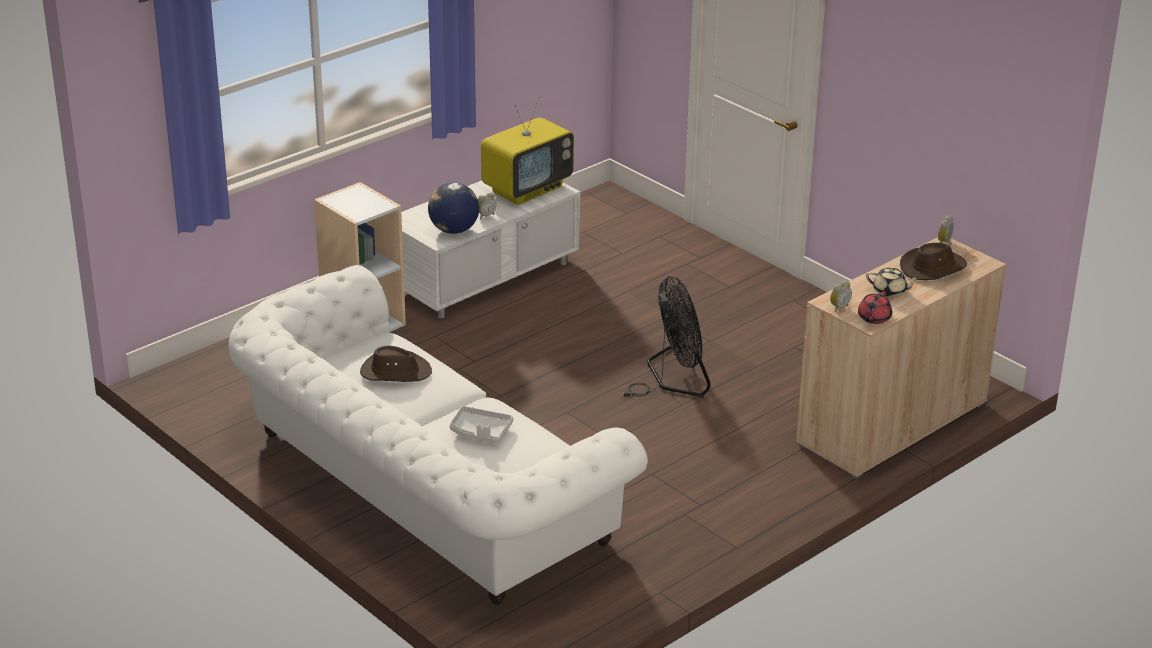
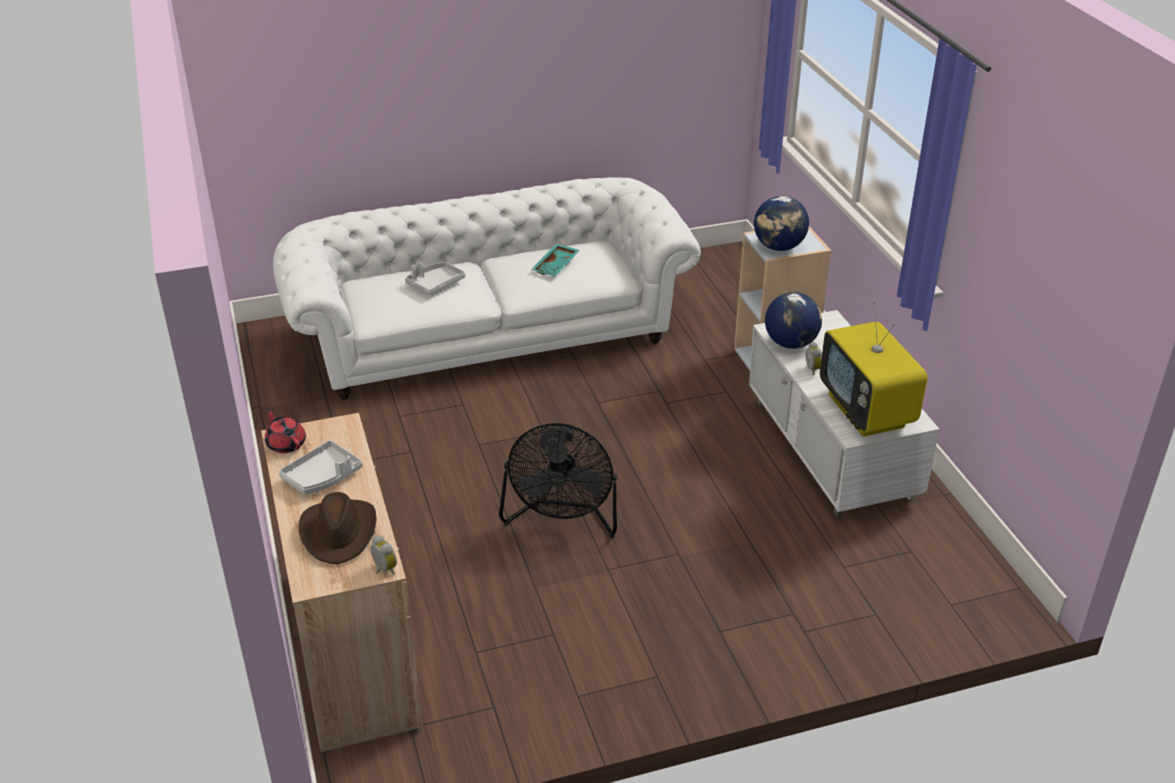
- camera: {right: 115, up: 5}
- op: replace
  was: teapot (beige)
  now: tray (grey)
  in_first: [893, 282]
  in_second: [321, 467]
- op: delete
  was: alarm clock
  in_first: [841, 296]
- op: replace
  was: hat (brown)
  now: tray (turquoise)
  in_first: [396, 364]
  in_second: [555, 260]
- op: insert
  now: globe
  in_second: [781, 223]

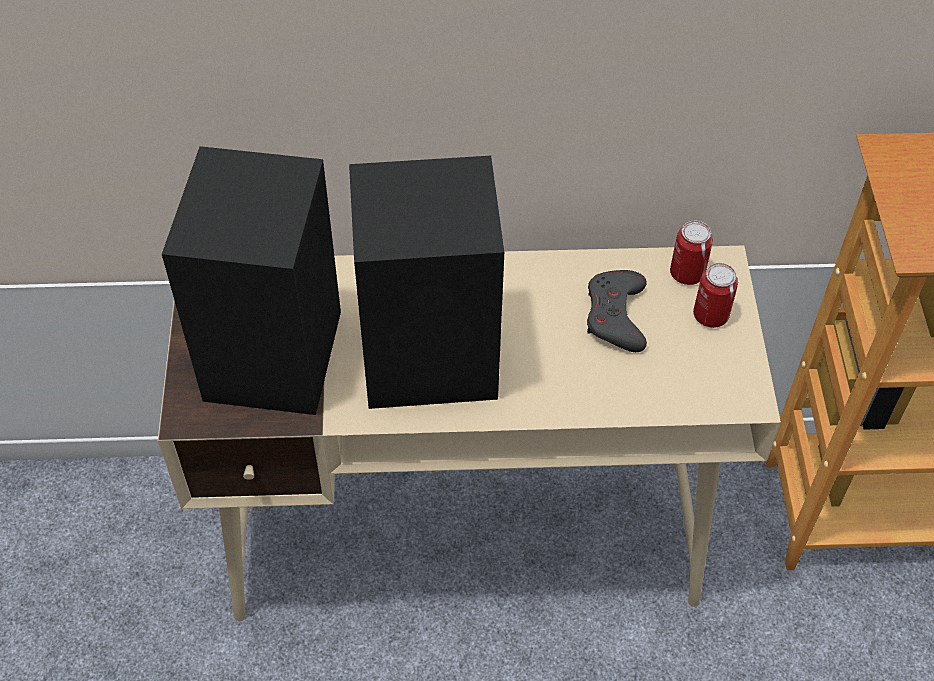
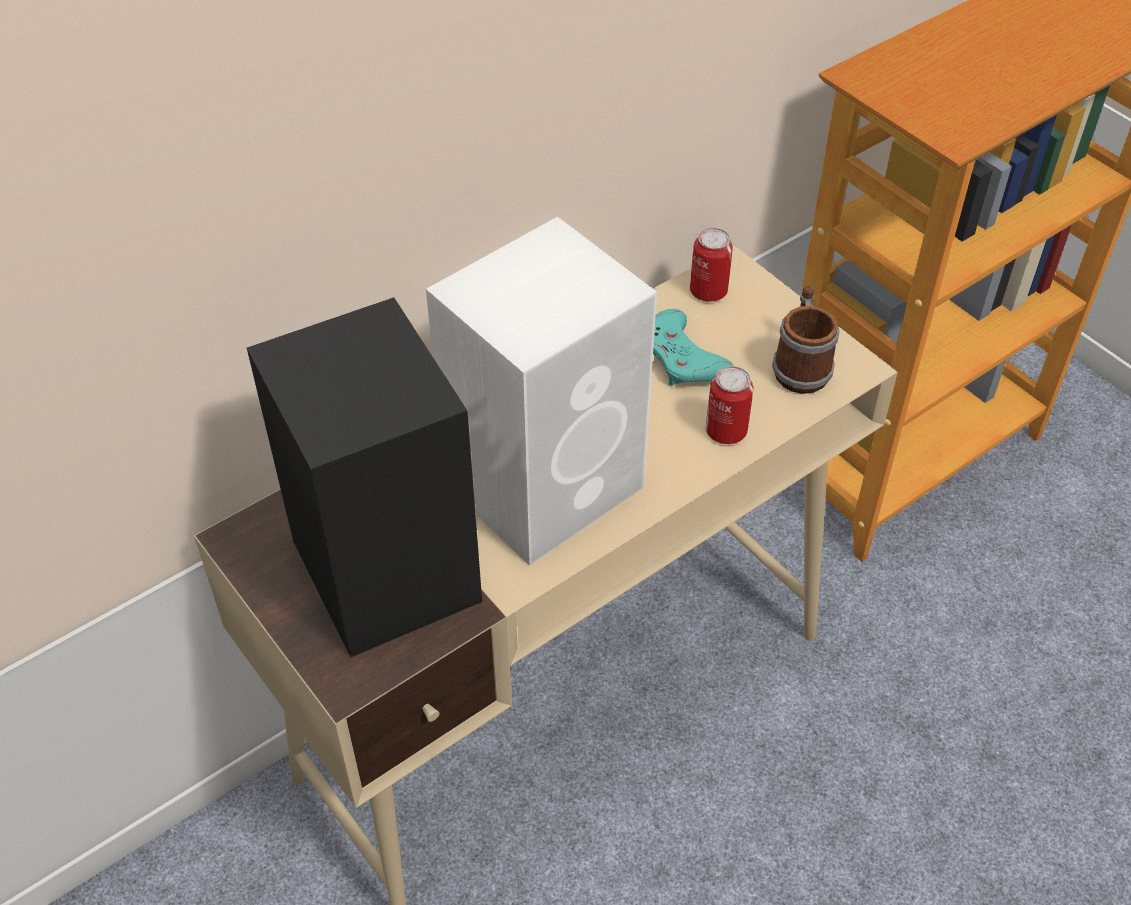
- camera: {right: -35, up: -5}
- op: recolor
  was: speaker (black)
  now: speaker (white)
  in_first: [426, 282]
  in_second: [541, 391]
- op: move
  was: can
  in_first: [715, 295]
  in_second: [729, 405]
- op: recolor
  was: game controller (grey)
  now: game controller (turquoise)
  in_first: [617, 311]
  in_second: [693, 347]
- op: insert
  now: mug
  in_second: [805, 340]

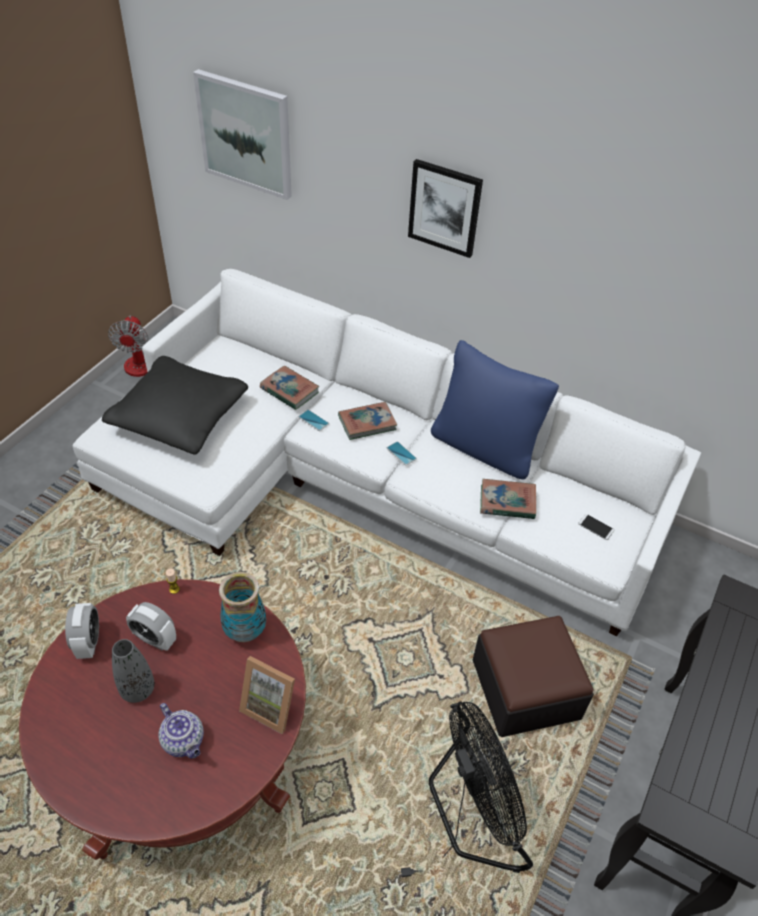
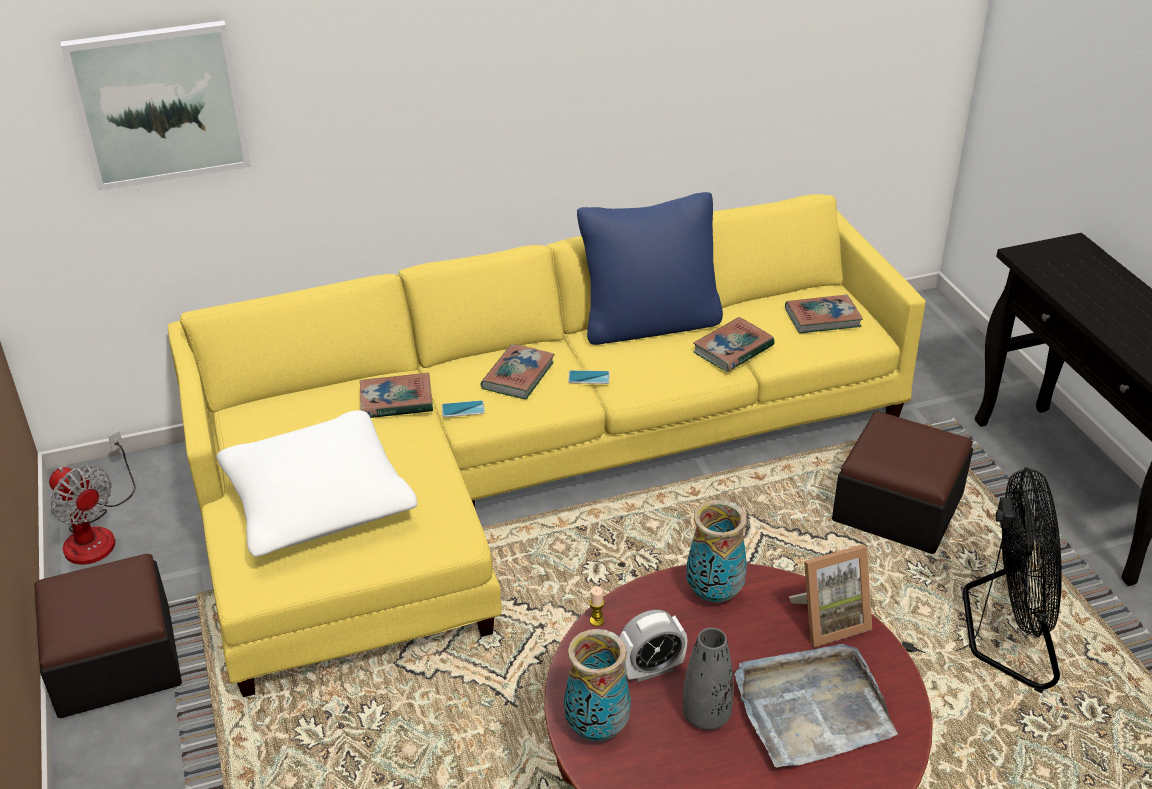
- camera: {right: -45, up: -10}
- op: delete
  was: picture
  in_first: [445, 208]
- op: recolor
  was: sofa (white)
  now: sofa (yellow)
  in_first: [386, 452]
  in_second: [547, 445]
- op: recolor
  was: pillow (black)
  now: pillow (white)
  in_first: [175, 405]
  in_second: [316, 483]
- op: replace
  was: phone
  now: book
  in_first: [596, 527]
  in_second: [824, 314]
- op: replace
  was: alarm clock
  now: vase
  in_first: [82, 631]
  in_second: [597, 685]
- op: rotate
  was: fan (black)
  in_first: [465, 789]
  in_second: [982, 580]
  clockwise: 75
- op: replace
  was: teapot
  now: tray (grey)
  in_first: [181, 731]
  in_second: [816, 705]
- op: insert
  now: ottoman
  in_second: [108, 636]

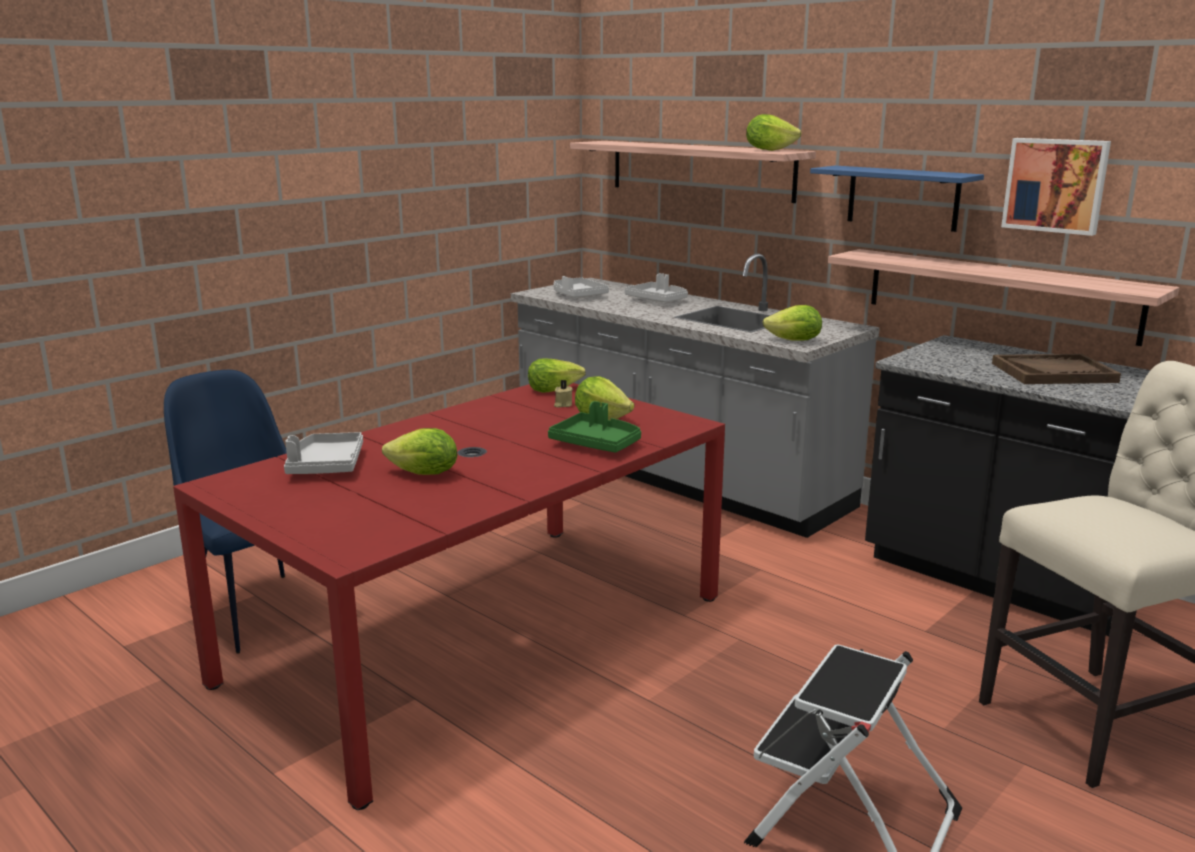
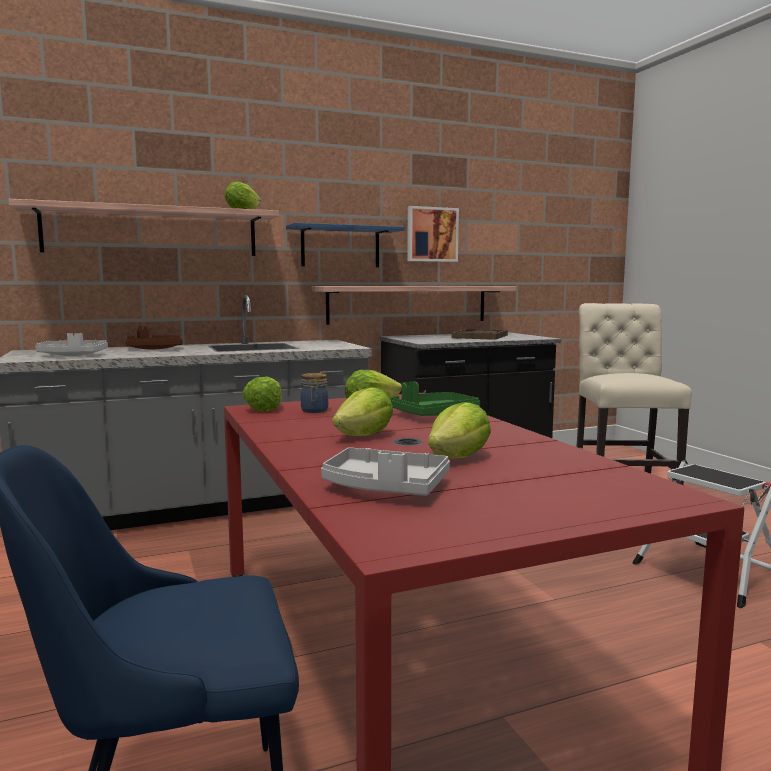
- camera: {right: -65, up: -10}
- op: recolor
  was: tray (grey)
  now: tray (brown)
  in_first: [656, 287]
  in_second: [153, 337]
- op: move
  was: lettuce
  in_first: [792, 323]
  in_second: [362, 411]
- op: replace
  was: candle (beige)
  now: jar
  in_first: [563, 394]
  in_second: [314, 393]

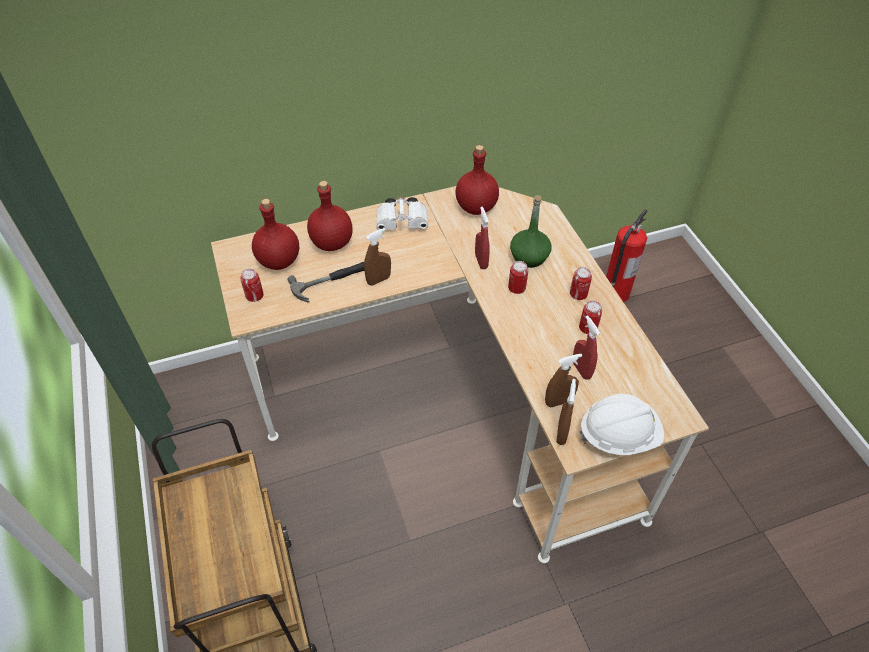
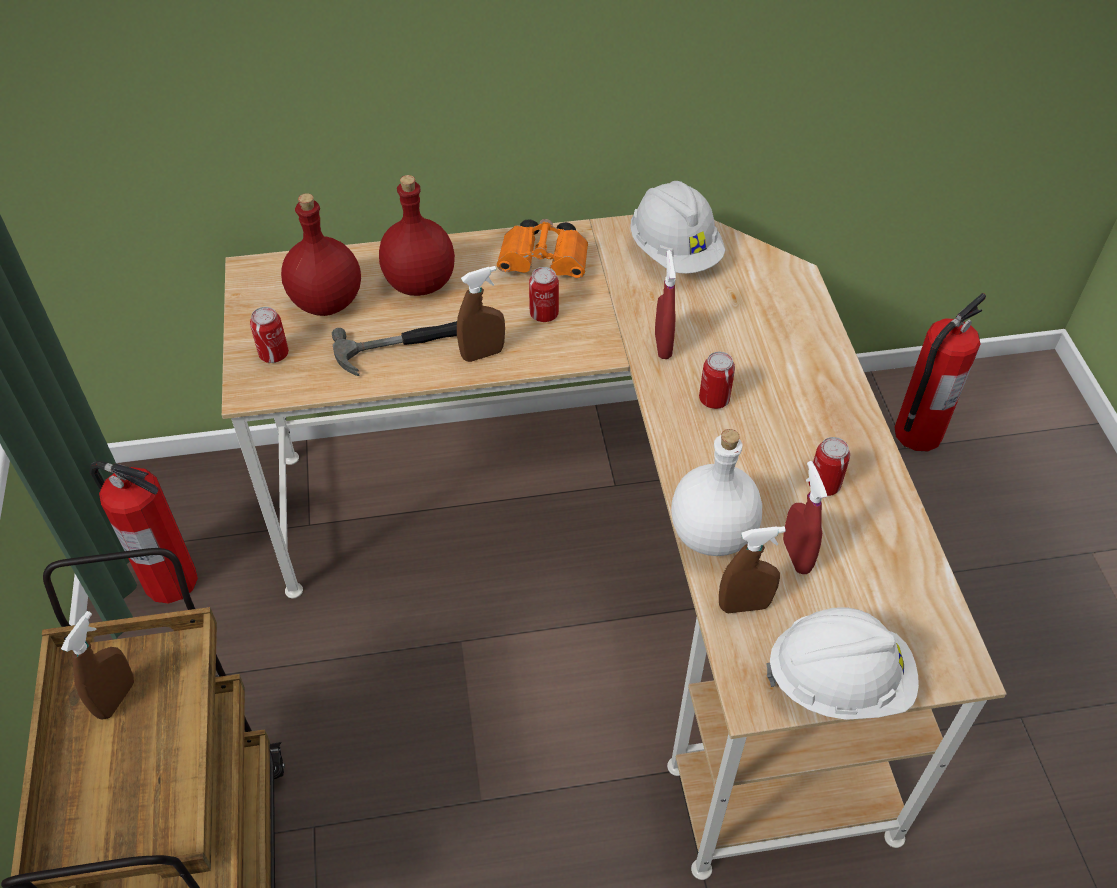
- camera: {right: 10, up: 0}
- op: replace
  was: bottle (red)
  now: hard hat (white)
  in_first: [477, 180]
  in_second: [677, 227]
- op: delete
  was: bottle (green)
  in_first: [531, 231]
- op: recolor
  was: binoculars (white)
  now: binoculars (orange)
  in_first: [402, 213]
  in_second: [542, 248]
- op: move
  was: can
  in_first: [581, 283]
  in_second: [544, 294]
- op: move
  was: spray bottle (brown)
  in_first: [566, 412]
  in_second: [97, 665]
- op: insert
  now: bottle (white)
  in_second: [716, 492]
- op: insert
  now: fire extinguisher
  in_second: [143, 532]

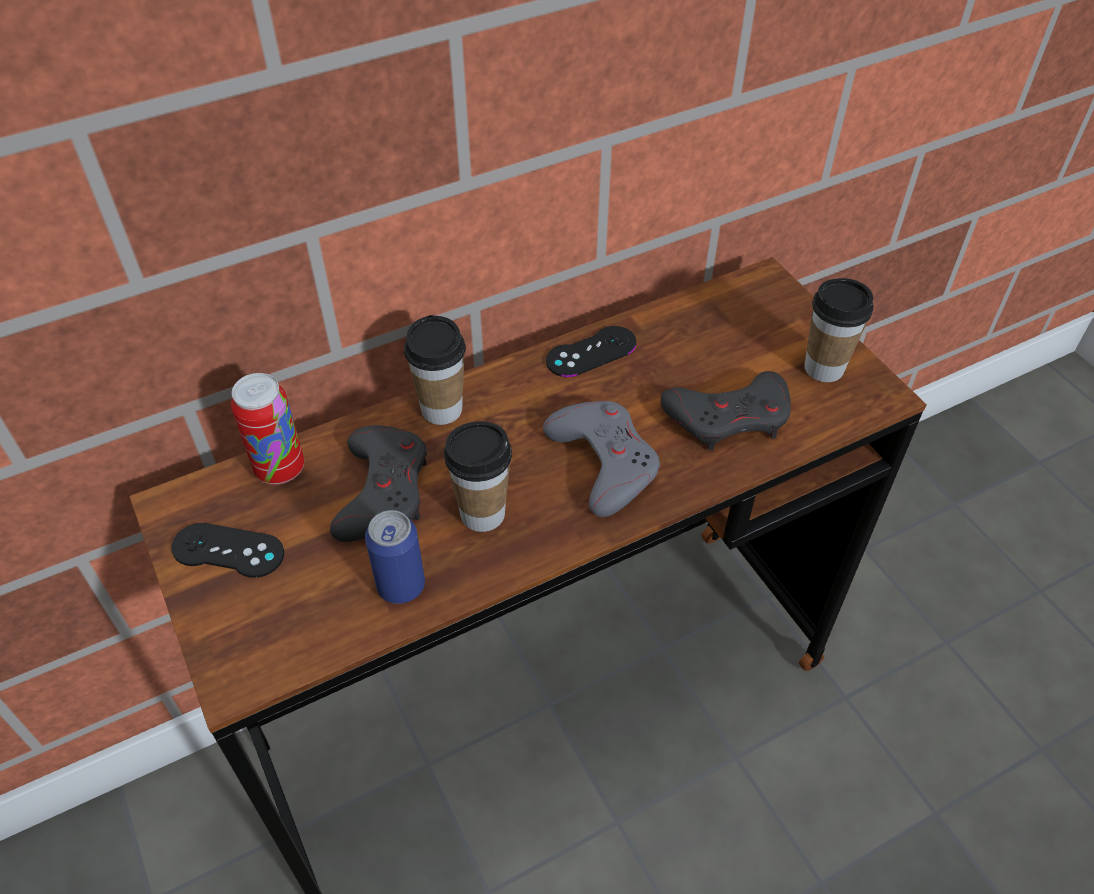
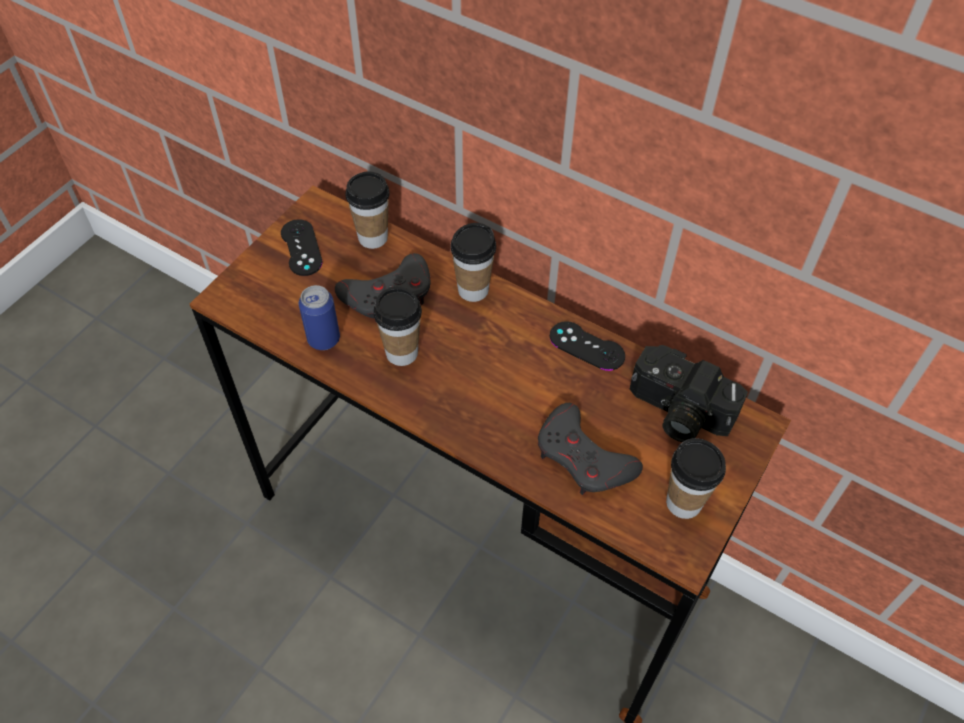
- camera: {right: 60, up: 5}
- op: replace
  was: can
  now: cup
  in_first: [267, 429]
  in_second: [368, 210]
- op: delete
  was: game controller (grey)
  in_first: [601, 459]
- op: insert
  now: photo camera
  in_second: [689, 393]

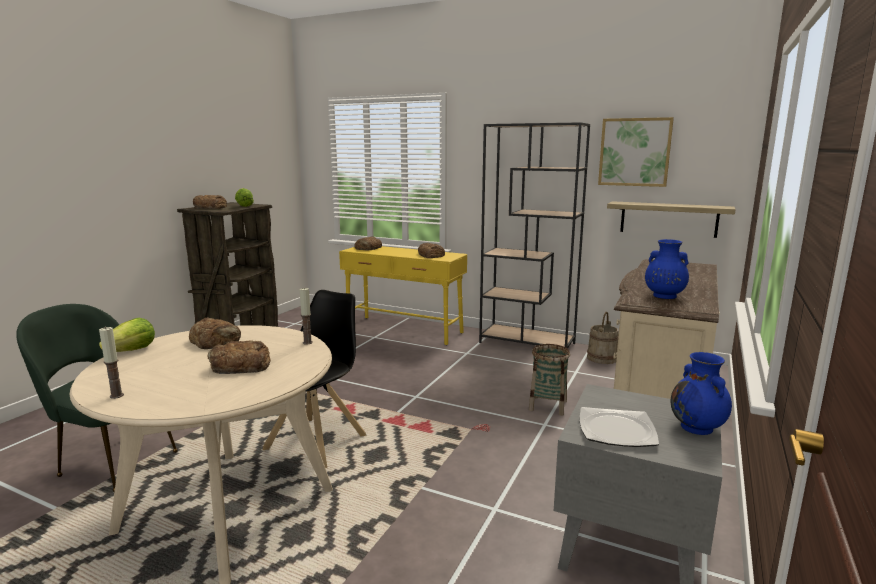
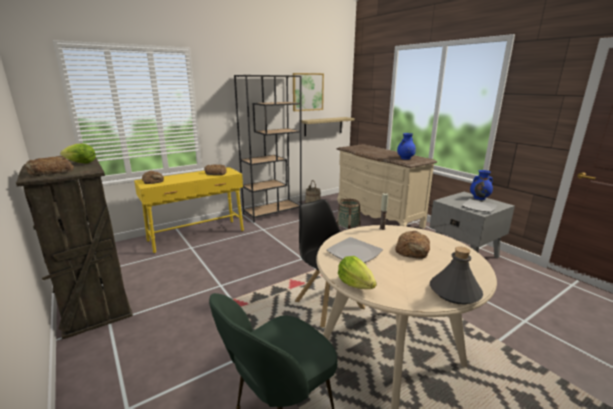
- camera: {right: -60, up: 5}
- op: replace
  was: bread
  now: plate
  in_first: [215, 333]
  in_second: [354, 250]
- op: replace
  was: candle
  now: bottle (grey)
  in_first: [111, 363]
  in_second: [456, 275]

